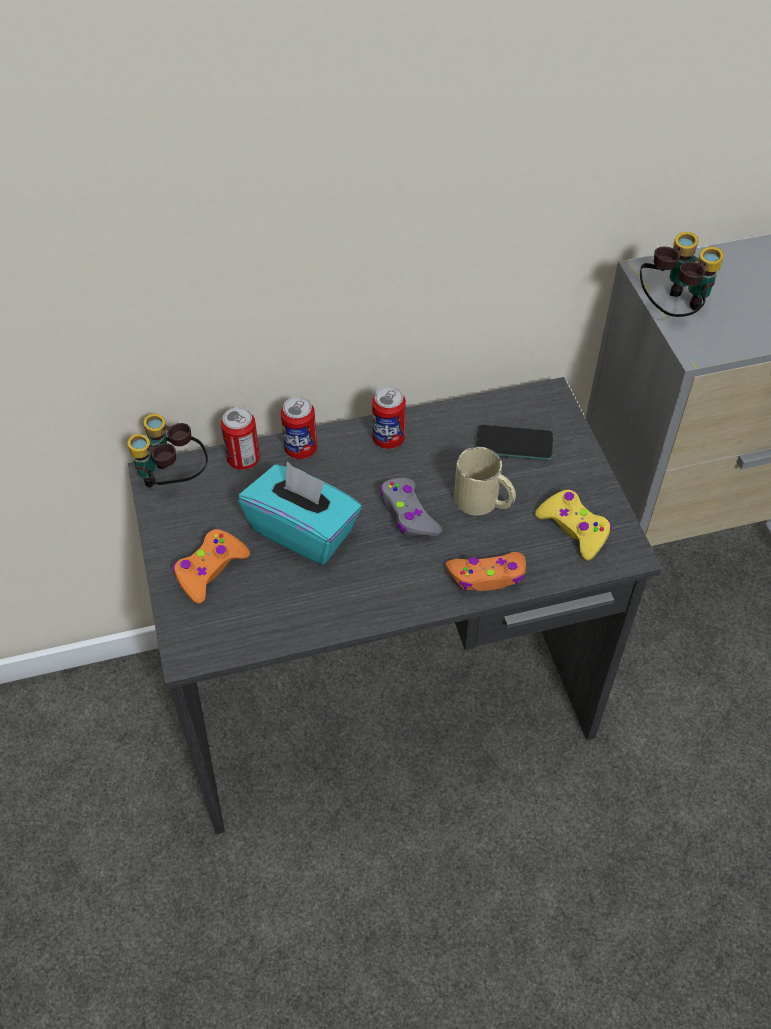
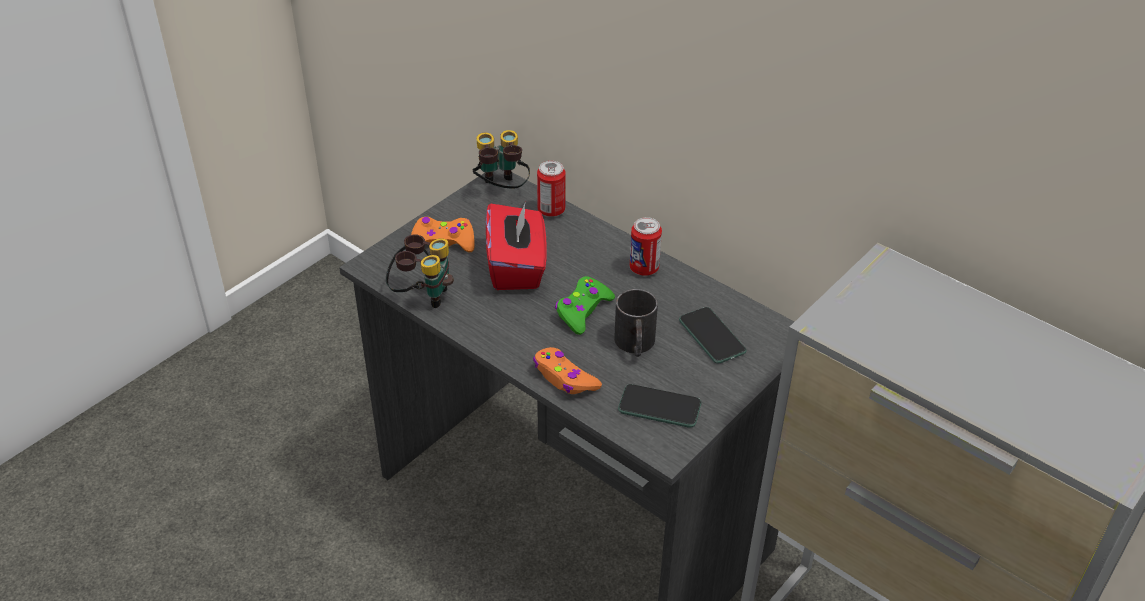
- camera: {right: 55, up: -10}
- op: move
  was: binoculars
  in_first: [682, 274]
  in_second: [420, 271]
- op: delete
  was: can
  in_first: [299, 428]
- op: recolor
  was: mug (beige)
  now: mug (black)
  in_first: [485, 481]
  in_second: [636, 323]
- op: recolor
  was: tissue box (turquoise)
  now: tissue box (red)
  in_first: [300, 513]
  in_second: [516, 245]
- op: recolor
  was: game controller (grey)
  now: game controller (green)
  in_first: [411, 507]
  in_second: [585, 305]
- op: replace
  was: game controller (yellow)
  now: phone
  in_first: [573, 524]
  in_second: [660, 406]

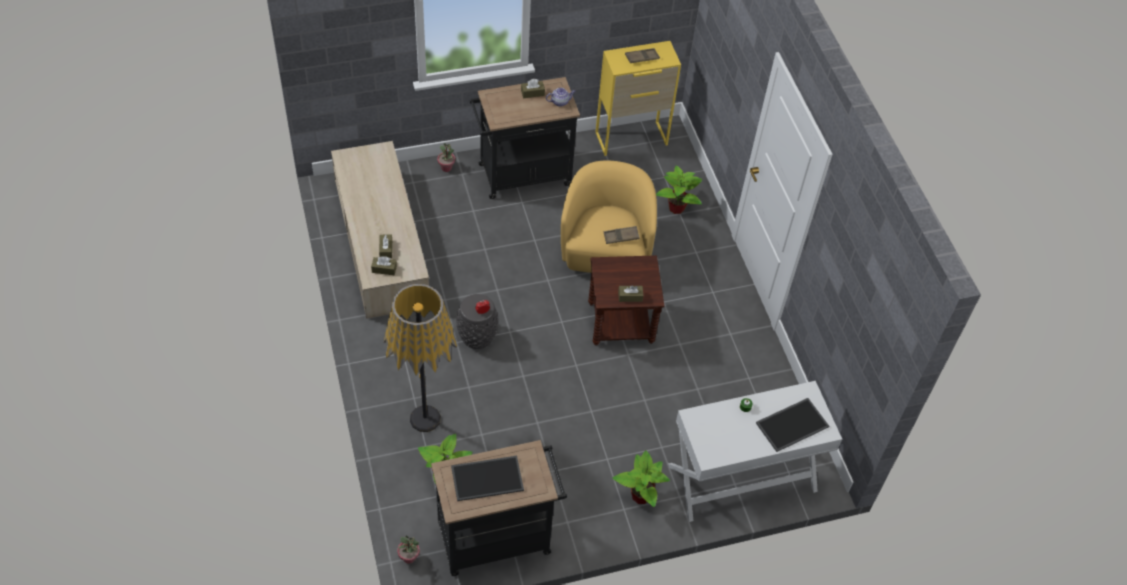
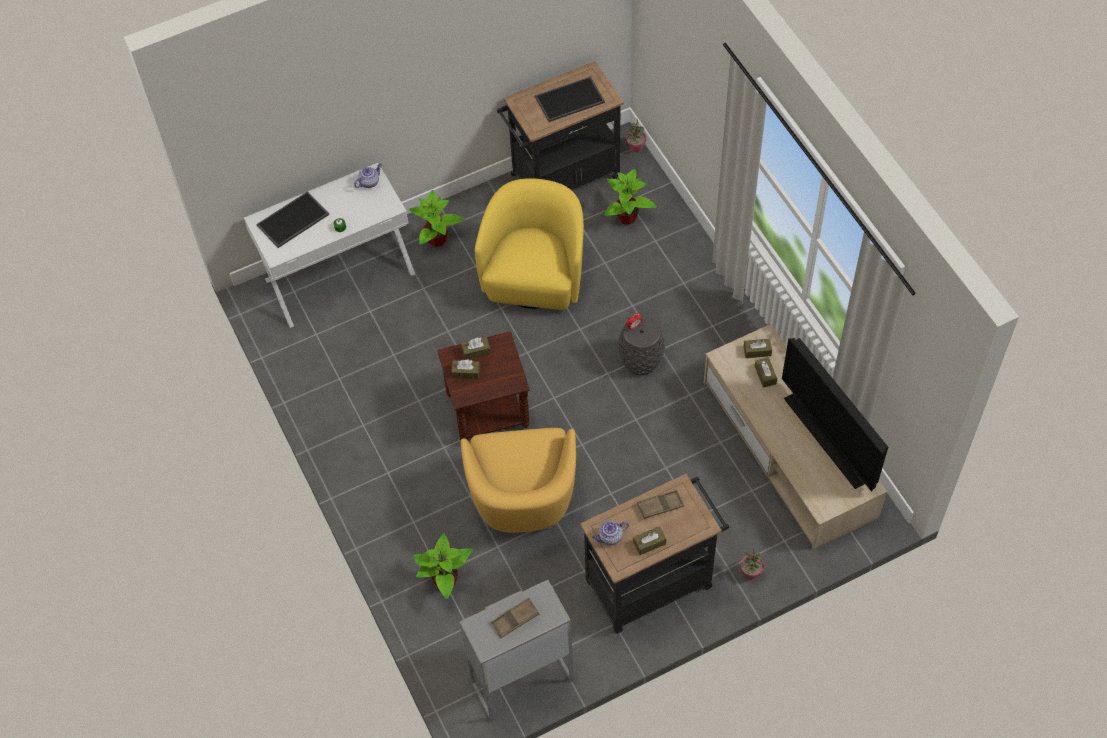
- camera: {right: 175, up: 5}
- op: recolor
  was: cabinet (yellow)
  now: cabinet (grey)
  in_first: [638, 98]
  in_second: [517, 650]
- op: move
  was: tray (brown)
  in_first: [622, 235]
  in_second: [660, 504]
- op: delete
  was: floor lamp
  in_first: [420, 358]
- op: insert
  now: teapot
  in_second: [368, 176]
- op: insert
  now: armchair (yellow)
  in_second: [529, 244]
- op: insert
  now: television
  in_second: [835, 415]
- op: insert
  now: tissue box (brown)
  in_second: [465, 369]

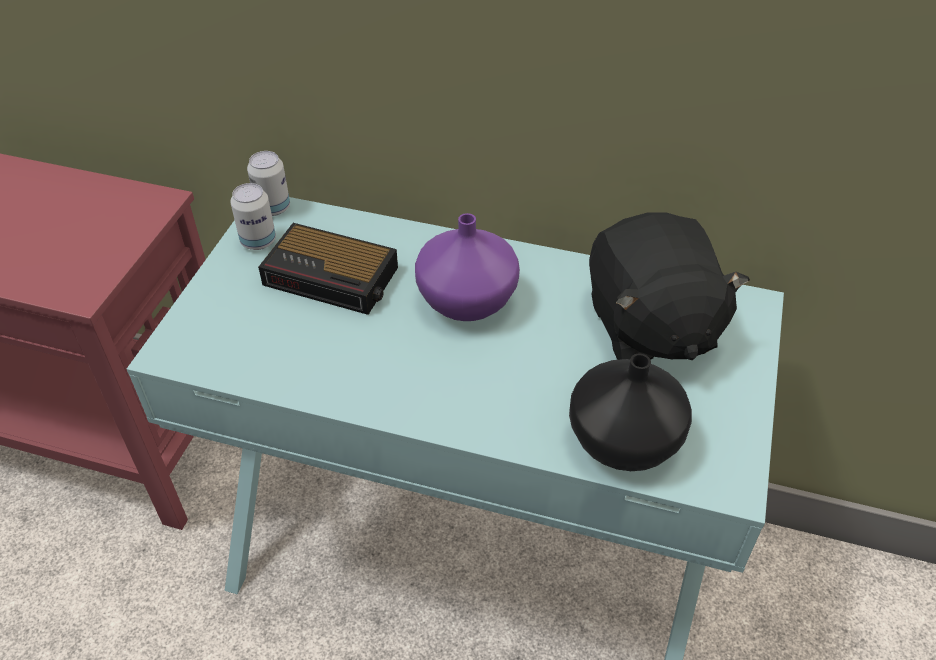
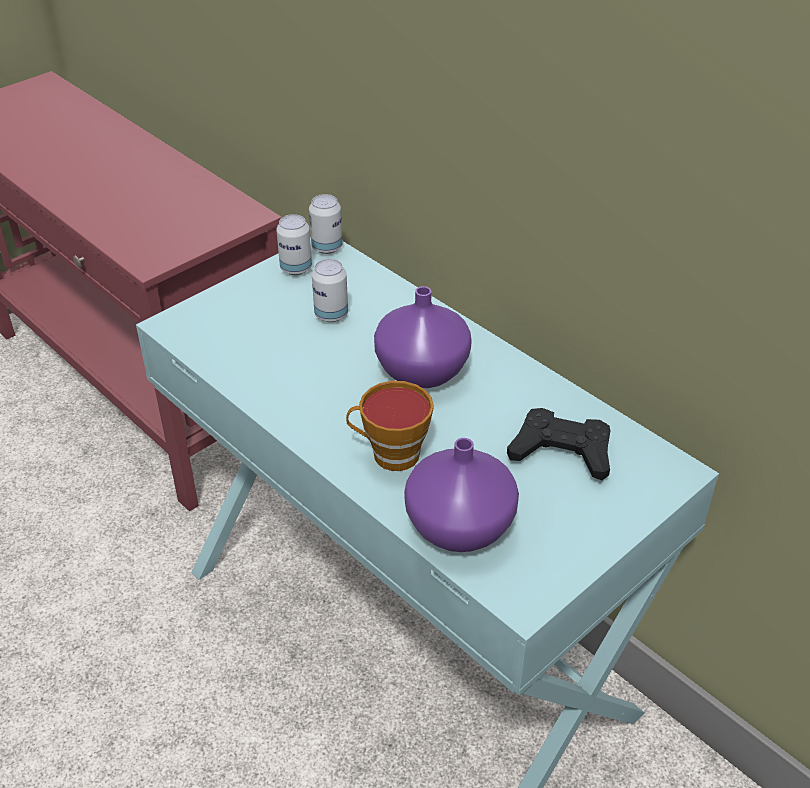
- camera: {right: 30, up: -5}
- op: replace
  was: plush toy (black)
  now: game controller (black)
  in_first: [669, 286]
  in_second: [559, 444]
- op: replace
  was: alarm clock
  now: can
  in_first: [328, 269]
  in_second: [330, 290]
- op: recolor
  was: vase (black)
  now: vase (purple)
  in_first: [630, 412]
  in_second: [461, 495]
- op: insert
  now: cup
  in_second: [390, 426]

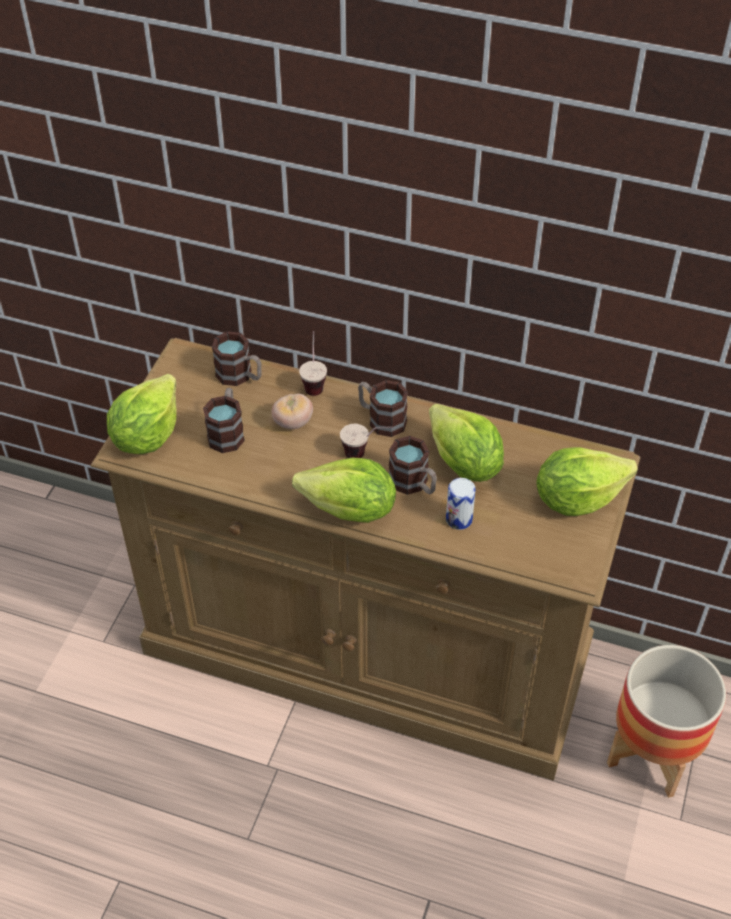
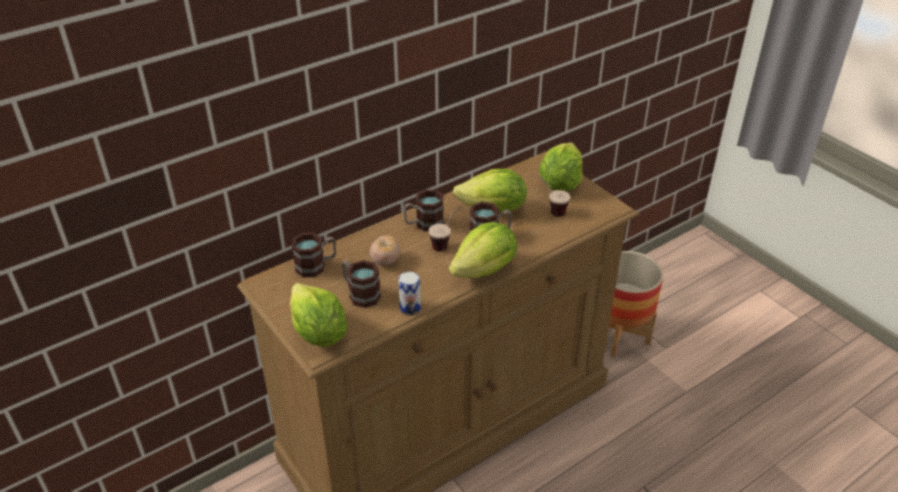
- camera: {right: -55, up: -10}
- op: move
  was: cup
  in_first: [313, 363]
  in_second: [553, 196]
- op: move
  was: can
  in_first: [461, 504]
  in_second: [409, 293]

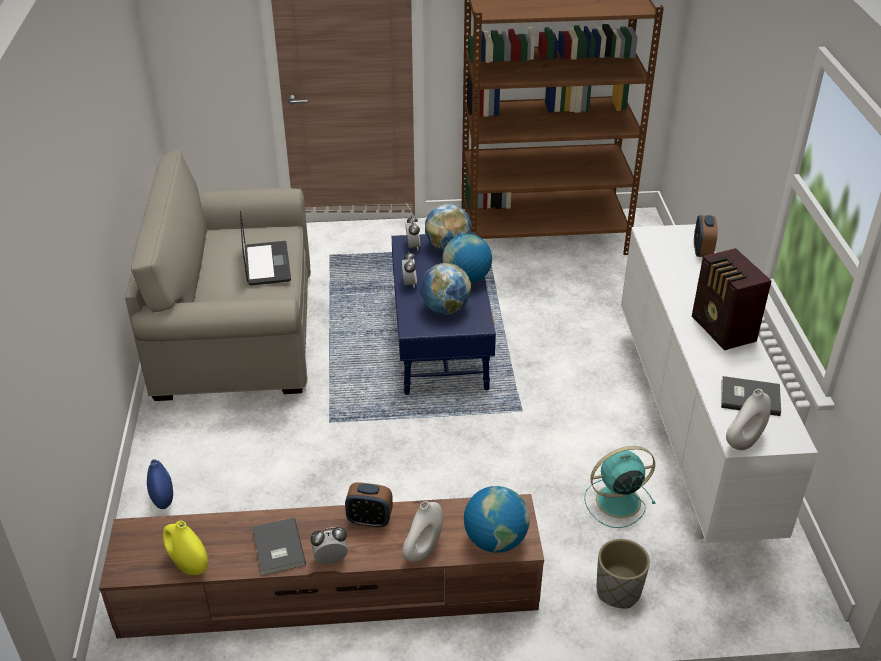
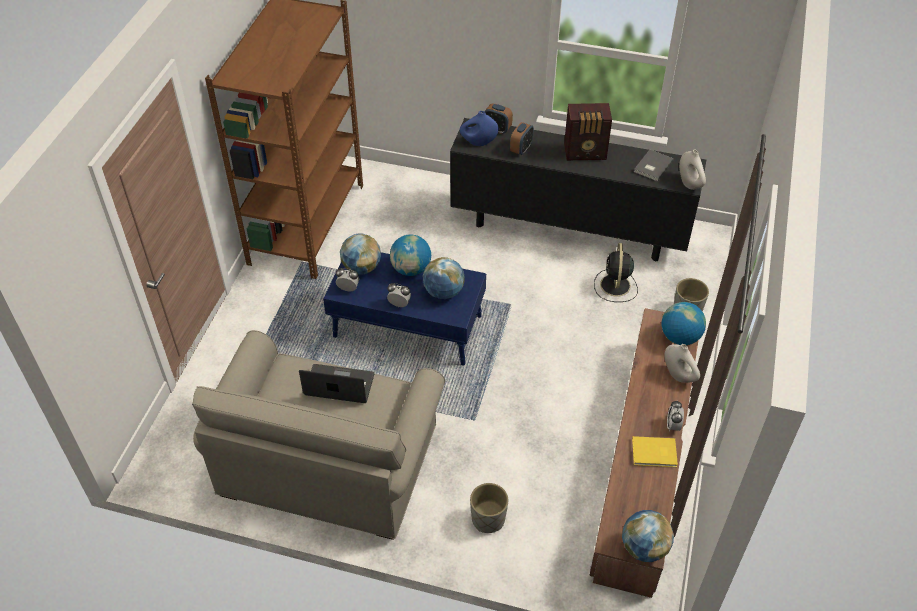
- camera: {right: -70, up: 10}
- op: recolor
  was: cabinet (white)
  now: cabinet (black)
  in_first: [719, 383]
  in_second: [578, 189]
- op: recolor
  was: fan (turquoise)
  now: fan (black)
  in_first: [620, 487]
  in_second: [616, 272]
- op: move
  was: vase (blue)
  in_first: [160, 484]
  in_second: [479, 128]
- op: move
  was: alarm clock
  in_first: [369, 505]
  in_second: [522, 138]
- op: recolor
  was: book (grey)
  now: book (yellow)
  in_first: [279, 546]
  in_second: [655, 451]
- op: delete
  was: vase (yellow)
  in_first: [185, 548]
- op: insert
  now: planter (grey)
  in_second: [489, 508]
- op: insert
  now: globe
  in_second: [648, 536]

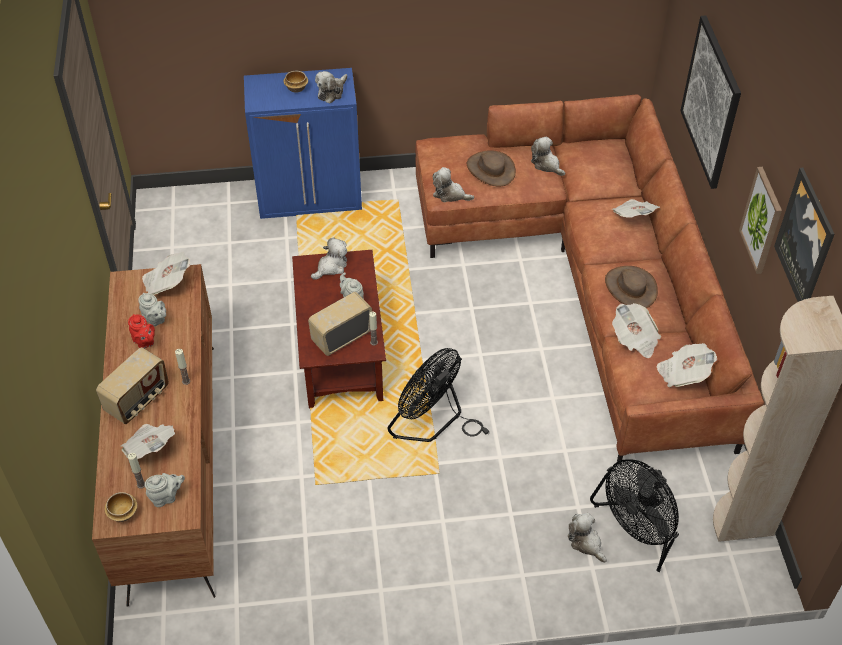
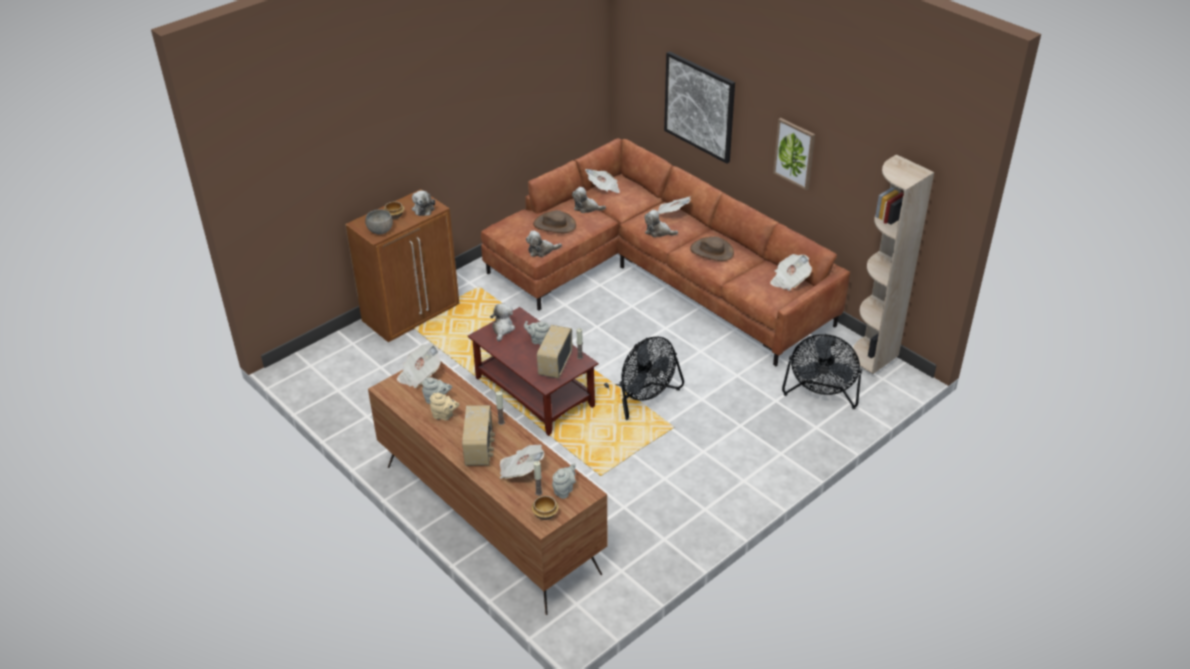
- camera: {right: -35, up: -10}
- op: recolor
  was: cabinet (blue)
  now: cabinet (brown)
  in_first: [303, 143]
  in_second: [402, 265]
- op: delete
  was: picture
  in_first: [804, 235]
- op: move
  was: newspaper
  in_first: [636, 330]
  in_second: [602, 181]
- op: recolor
  was: teapot (red)
  now: teapot (beige)
  in_first: [141, 331]
  in_second: [445, 406]
- op: rotate
  was: fan (black)
  in_first: [438, 395]
  in_second: [644, 378]
  clockwise: -135
- op: move
  was: plush toy
  in_first: [587, 538]
  in_second: [661, 223]
- op: insert
  now: bowl (grey)
  in_second: [379, 221]

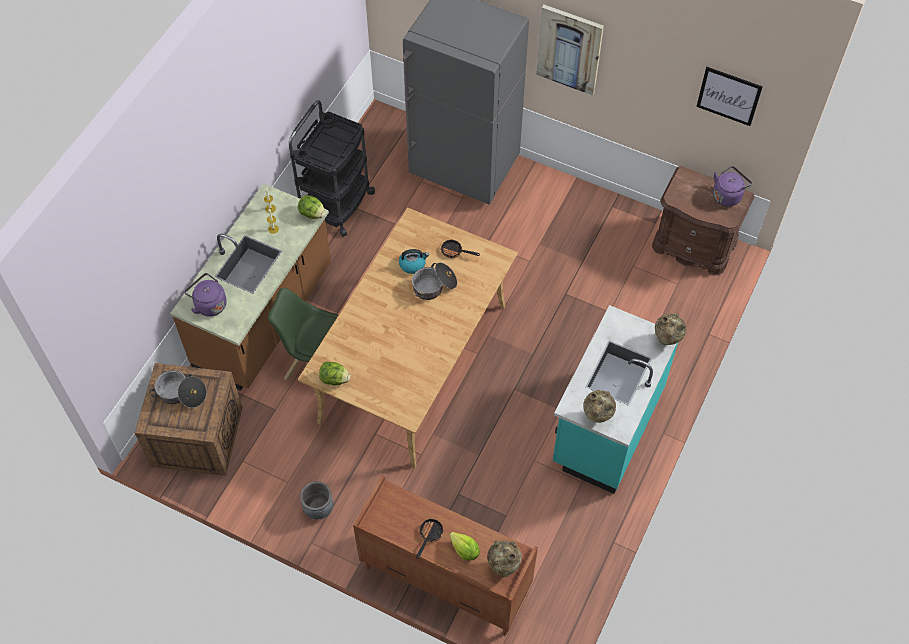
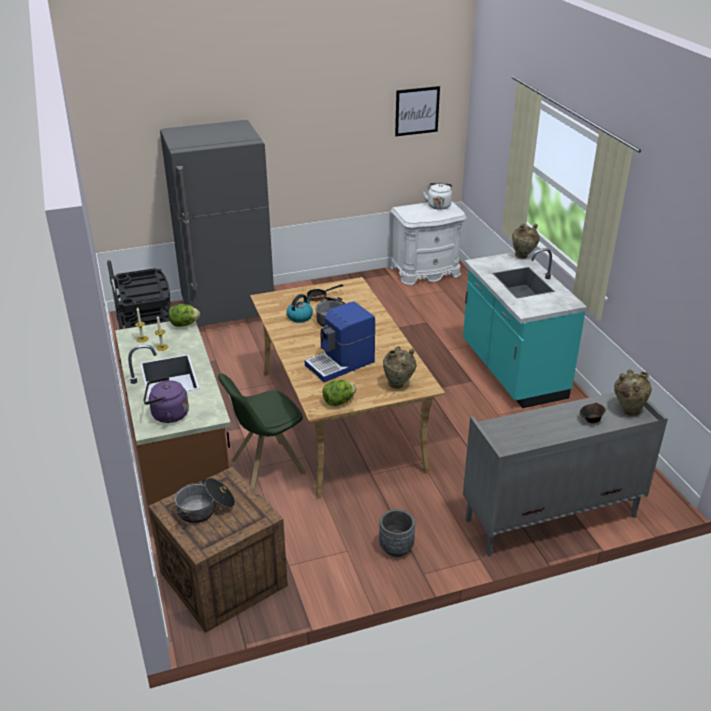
- camera: {right: -45, up: -25}
- op: delete
  was: picture
  in_first: [570, 50]
- op: recolor
  was: nightstand (brown)
  now: nightstand (white)
  in_first: [703, 221]
  in_second: [428, 243]
- op: recolor
  was: kettle (purple)
  now: kettle (white)
  in_first: [732, 186]
  in_second: [437, 196]
- op: move
  was: vase (beige)
  in_first: [599, 406]
  in_second: [400, 367]
- op: recolor
  was: cabinet (brown)
  now: cabinet (grey)
  in_first: [445, 555]
  in_second: [565, 474]
- op: delete
  was: frying pan
  in_first: [430, 539]
- op: replace
  was: lettuce
  now: bowl (brown)
  in_first: [464, 546]
  in_second: [593, 413]
- op: insert
  now: coffee machine
  in_second: [340, 341]

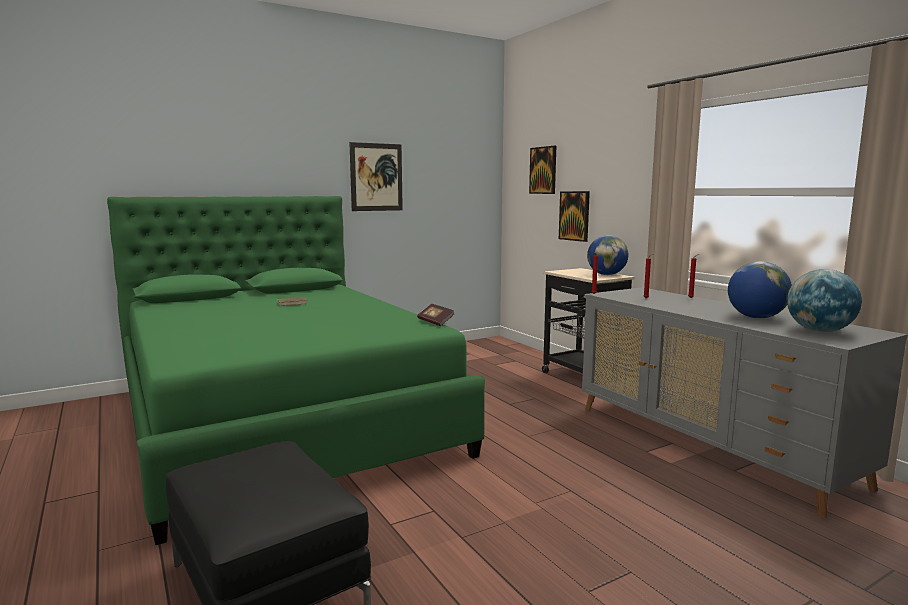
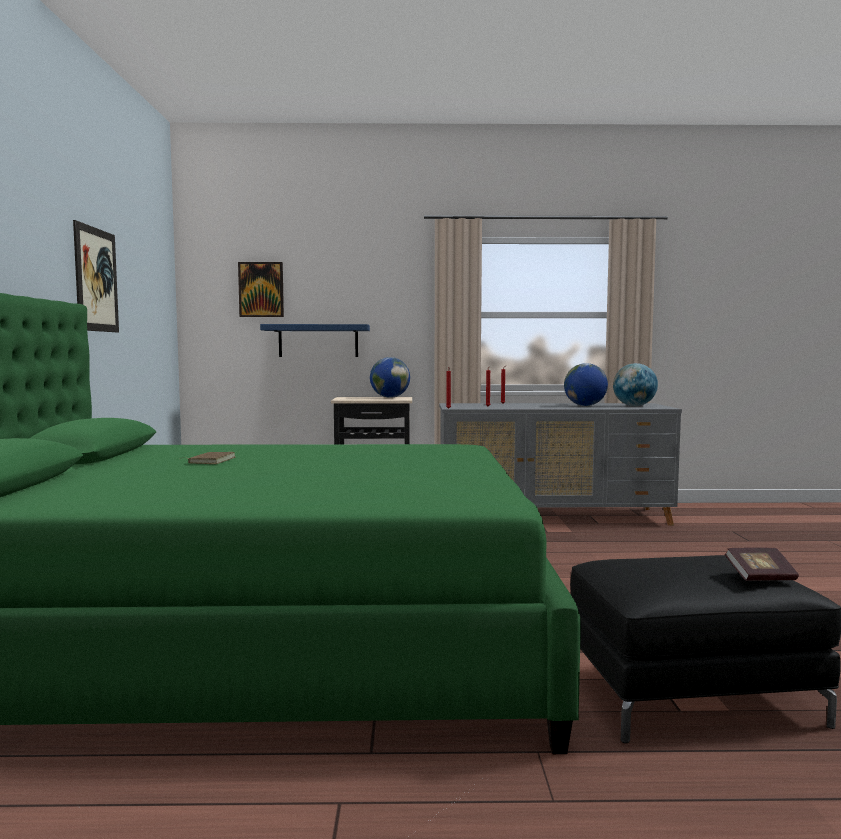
- camera: {right: -60, up: -5}
- op: replace
  was: picture
  now: shelf (blue)
  in_first: [574, 216]
  in_second: [315, 340]
- op: move
  was: book
  in_first: [436, 315]
  in_second: [762, 564]

